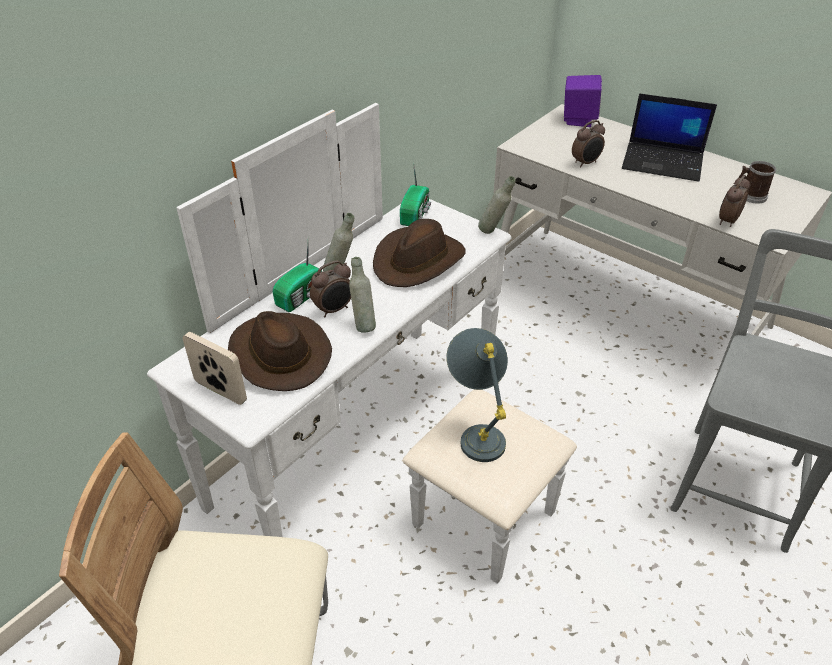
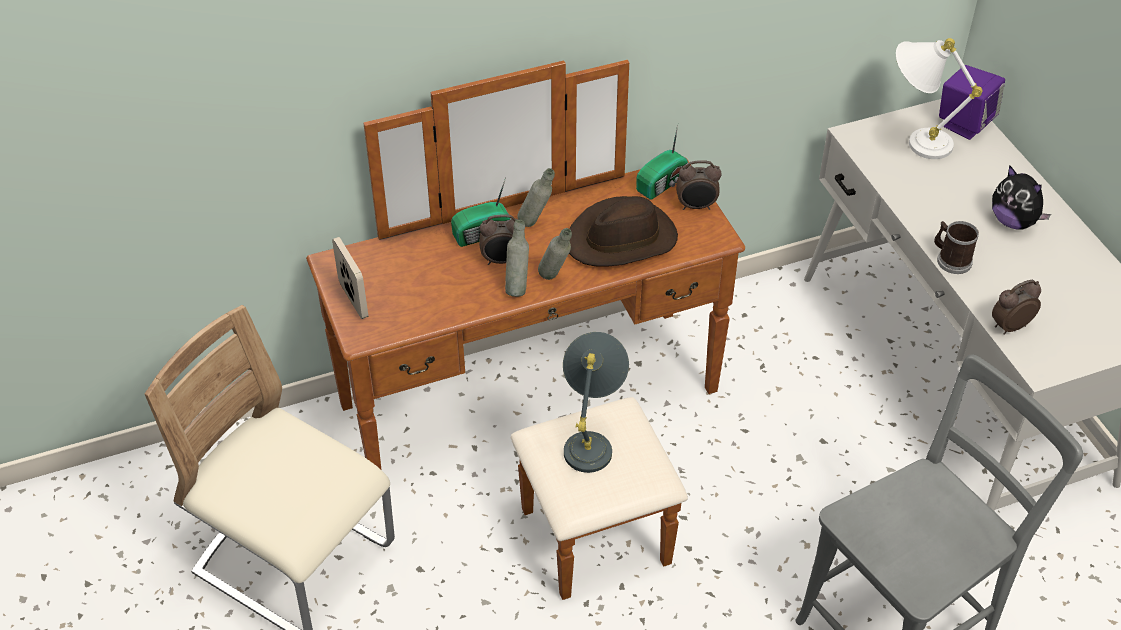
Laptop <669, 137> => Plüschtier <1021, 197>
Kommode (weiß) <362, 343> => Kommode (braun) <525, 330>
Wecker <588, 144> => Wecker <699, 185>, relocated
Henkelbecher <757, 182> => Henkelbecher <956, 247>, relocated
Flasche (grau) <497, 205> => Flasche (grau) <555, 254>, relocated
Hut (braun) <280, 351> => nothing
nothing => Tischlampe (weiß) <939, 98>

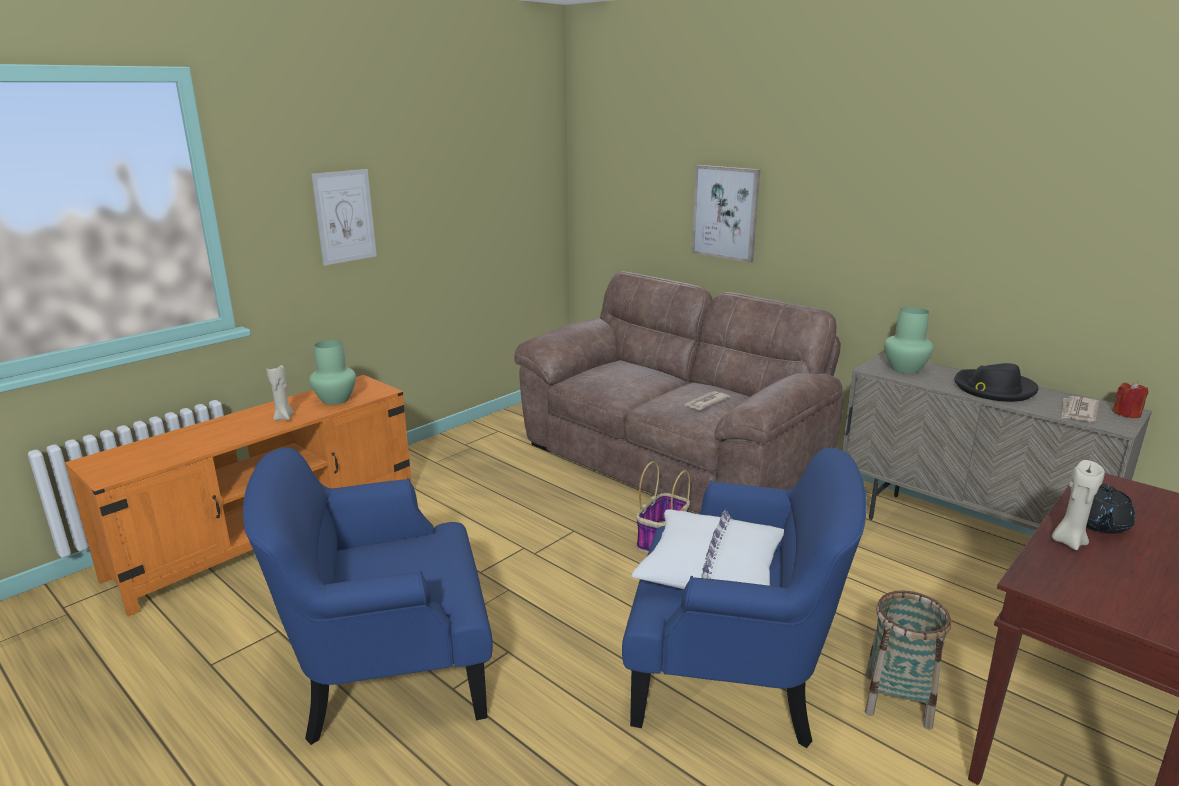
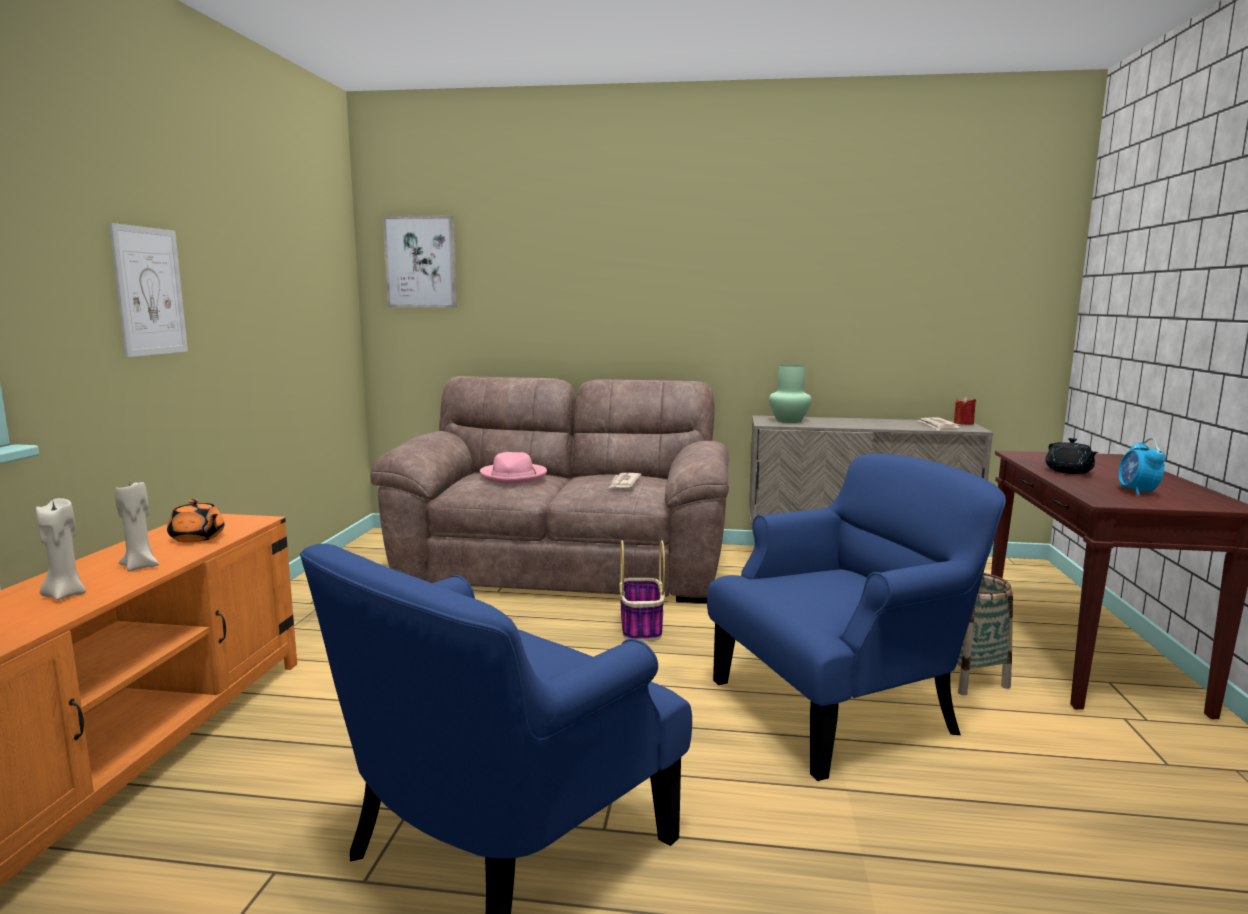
Bild <726, 214> => Bild <420, 261>, relocated
Vase (grün) <332, 372> => Teekanne (orange) <196, 520>
Hut (schwarz) <996, 382> => nothing
Kerze (beige) <1078, 505> => Kerze (beige) <61, 549>, relocated
Kissen (weiß) <707, 549> => nothing
nothing => Wecker <1141, 467>
nothing => Hut (rosa) <513, 468>

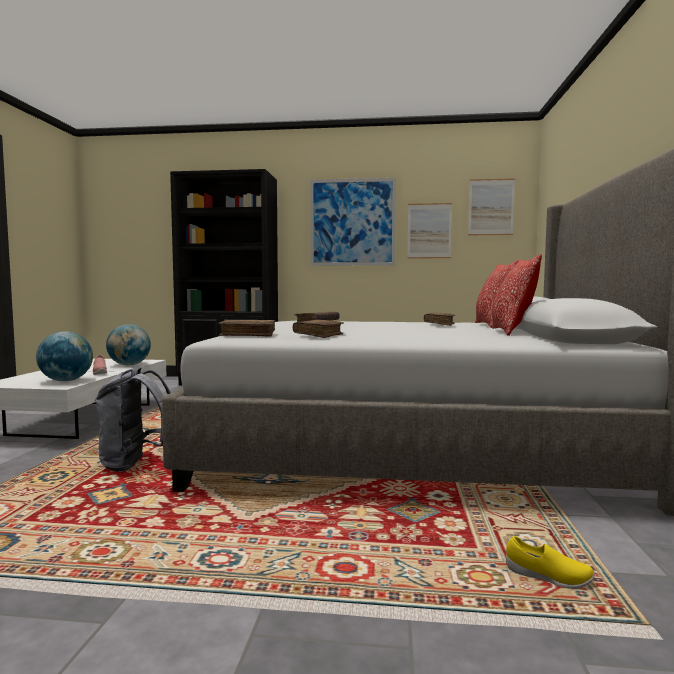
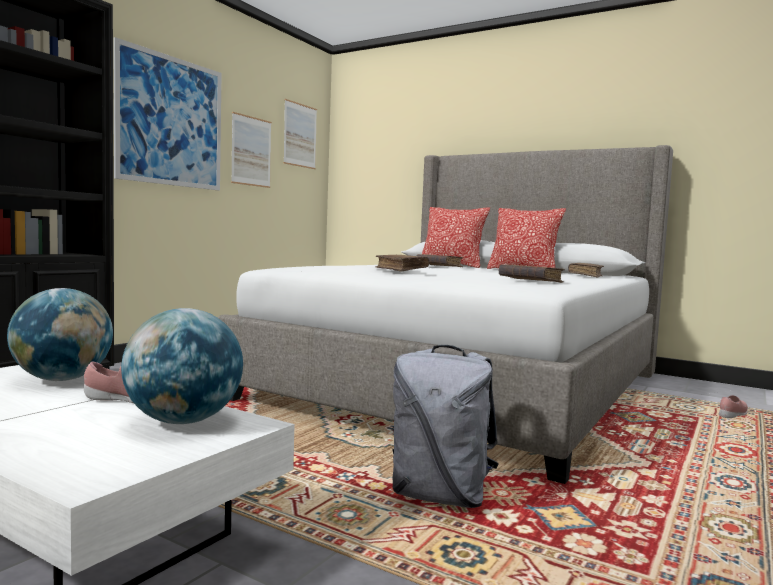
Buch (braun) <247, 328> => Buch (braun) <586, 270>, relocated
Schuh (gelb) <550, 562> => Schuh (rosa) <733, 406>

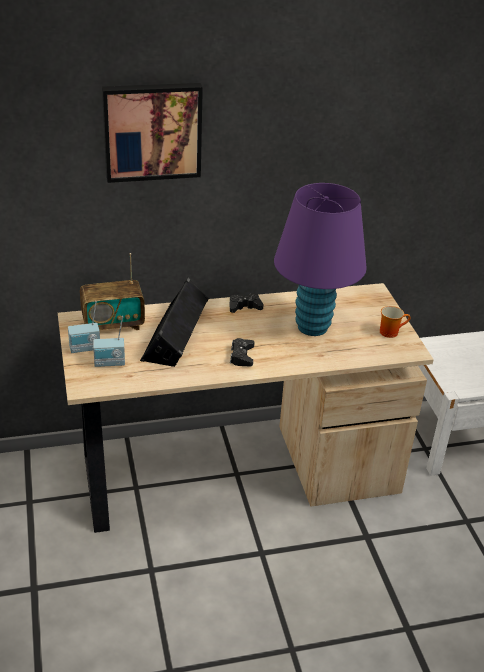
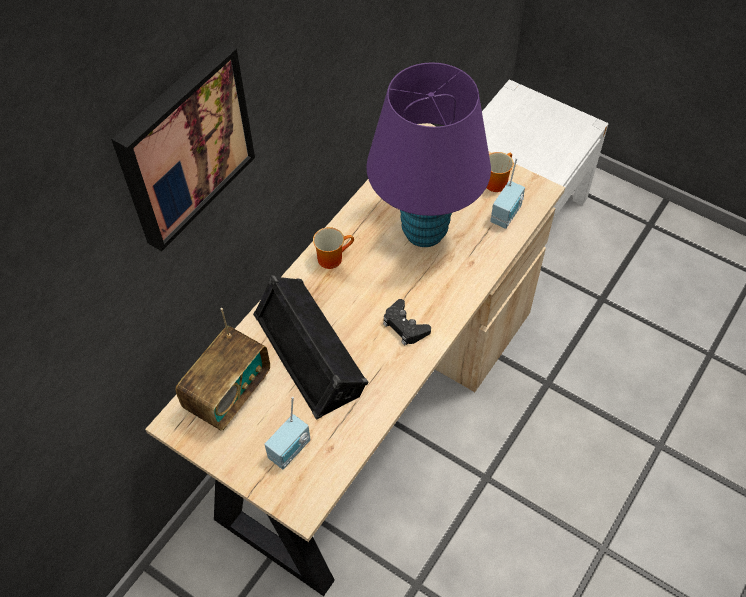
Gamepad (schwarz) <246, 303> => Henkelbecher <333, 248>
Radio <84, 327> => Radio <507, 193>, relocated

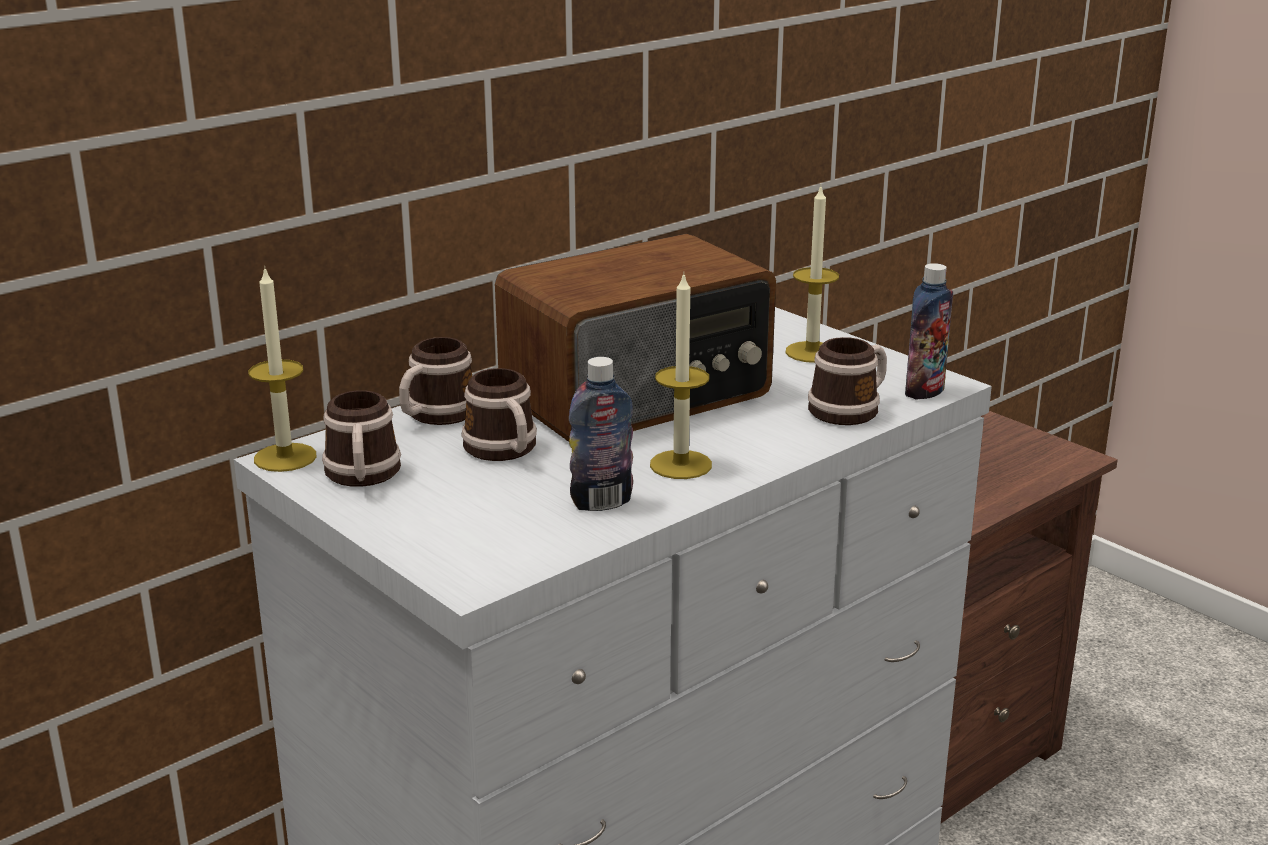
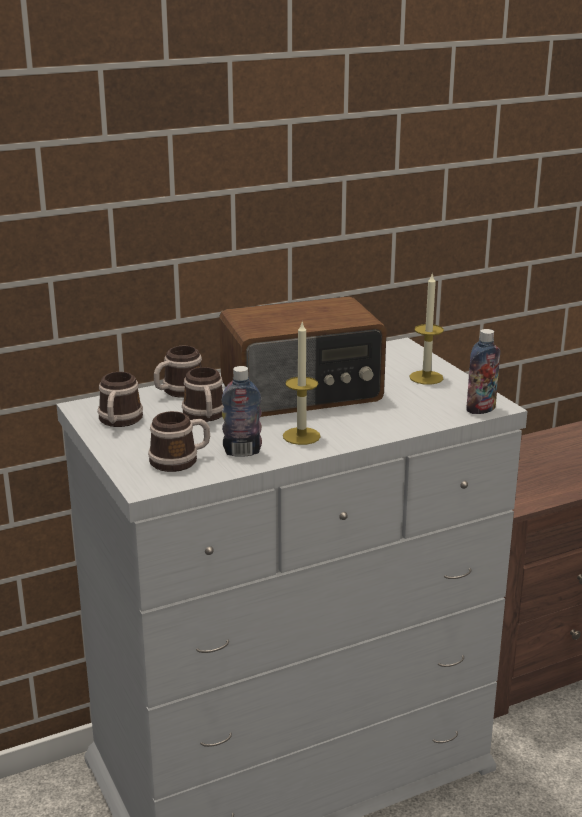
Kerze <283, 369> => nothing
Henkelbecher <847, 381> => Henkelbecher <179, 441>, relocated

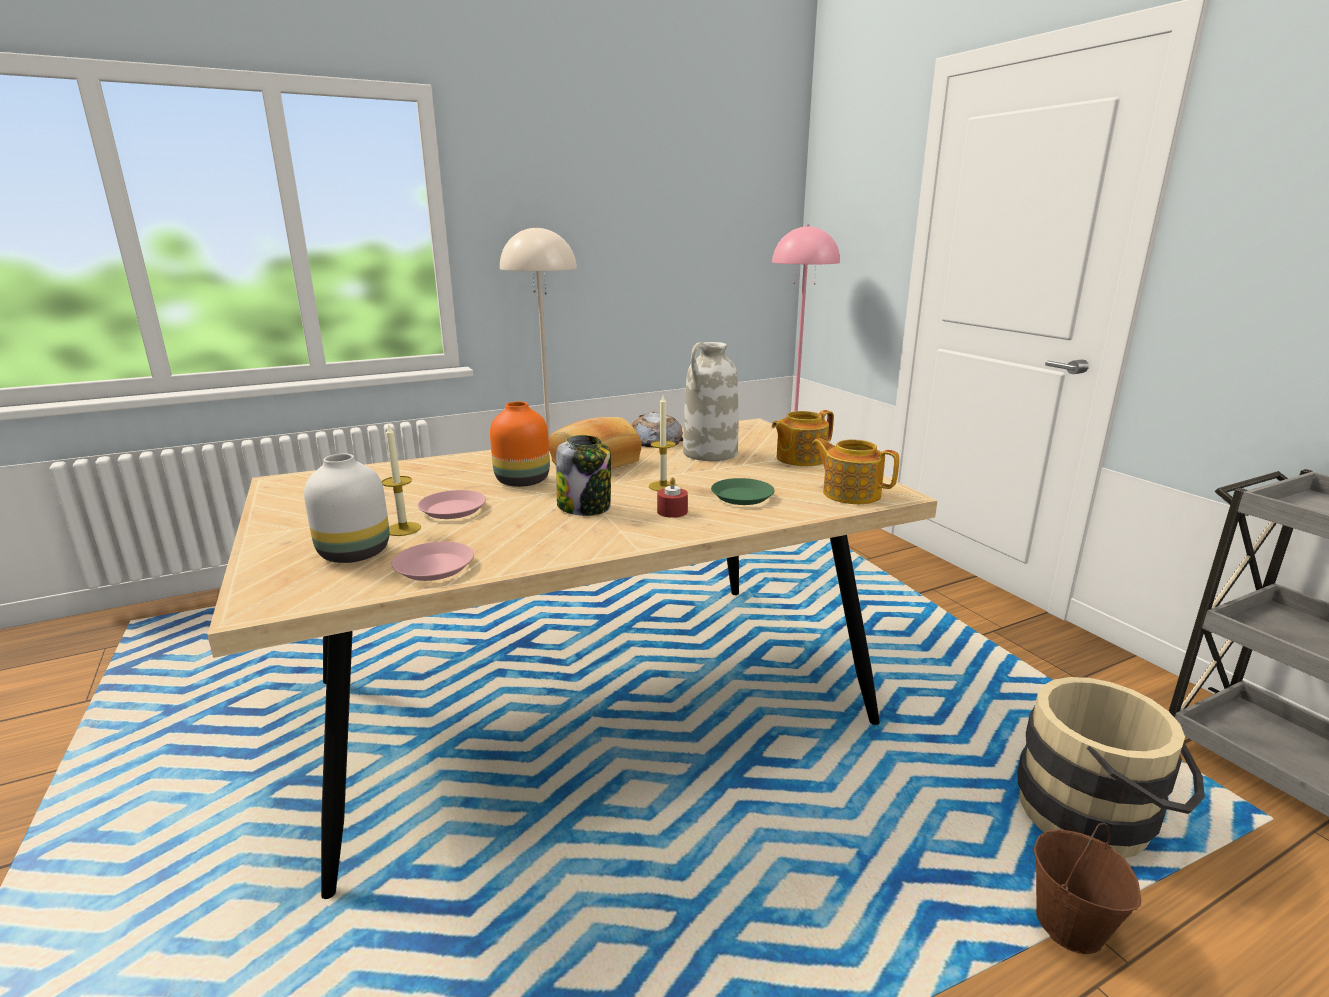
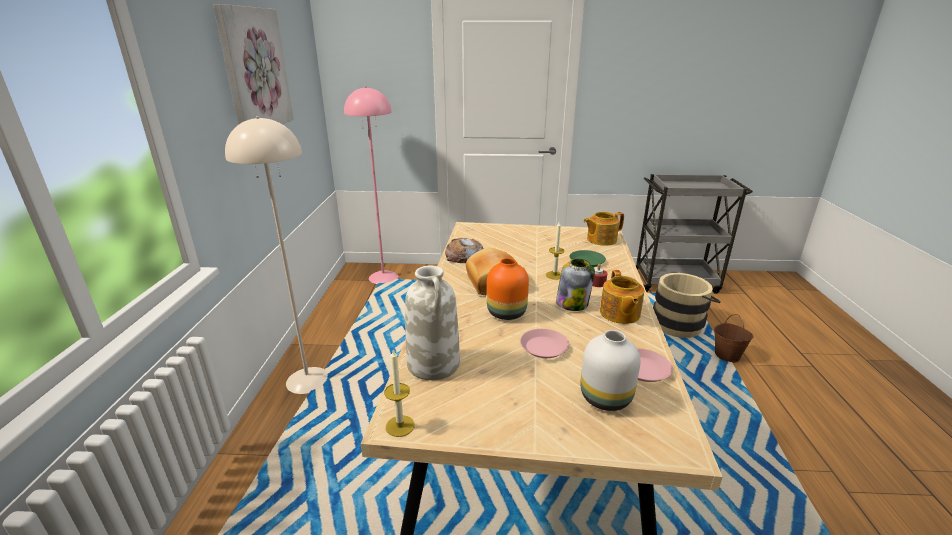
Vase (weiß) <710, 401> => Vase (weiß) <432, 323>, relocated
Teekanne <803, 438> => Teekanne <622, 297>, relocated
Kerze <401, 480> => Kerze <399, 393>, relocated
nothing => Bild <253, 64>

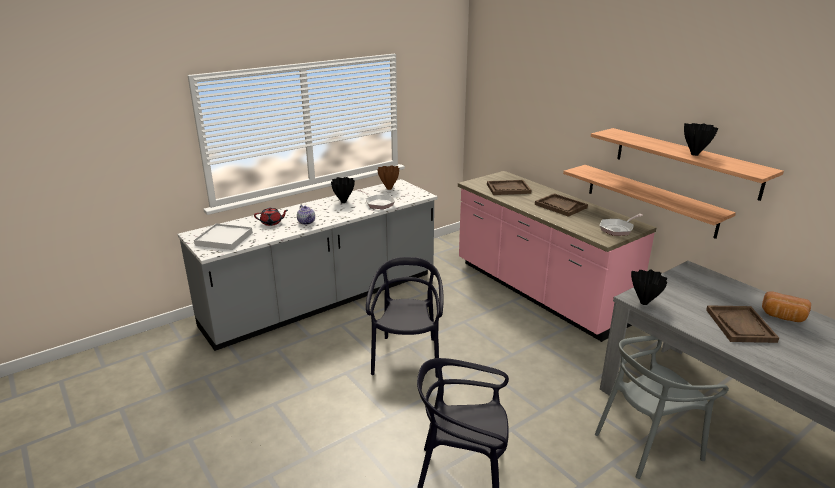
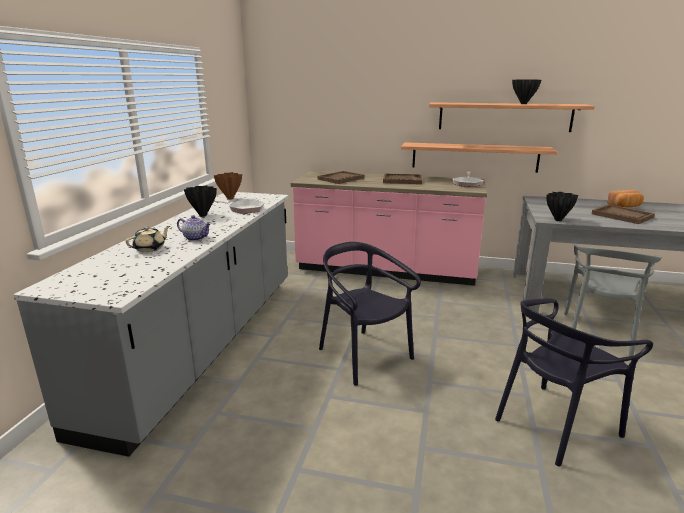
Teekanne (rot) <271, 216> => Teekanne (beige) <147, 239>
Tablett (weiß) <223, 237> => nothing

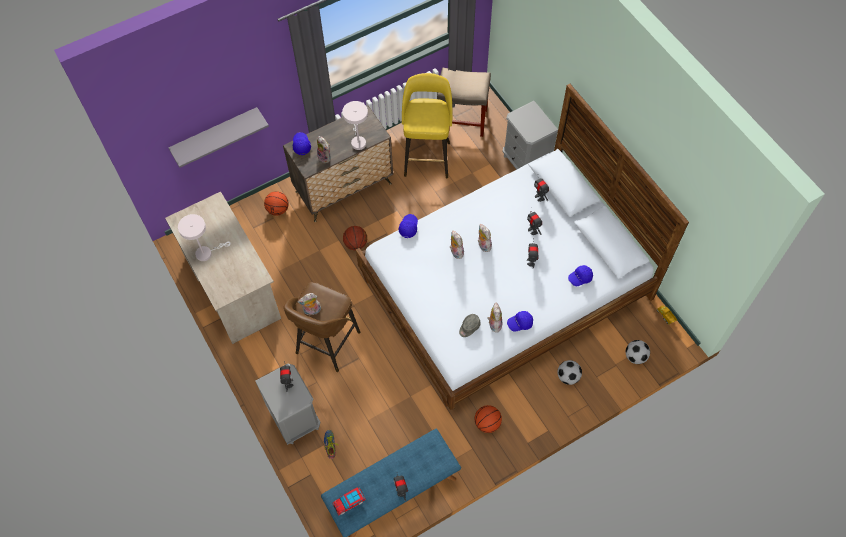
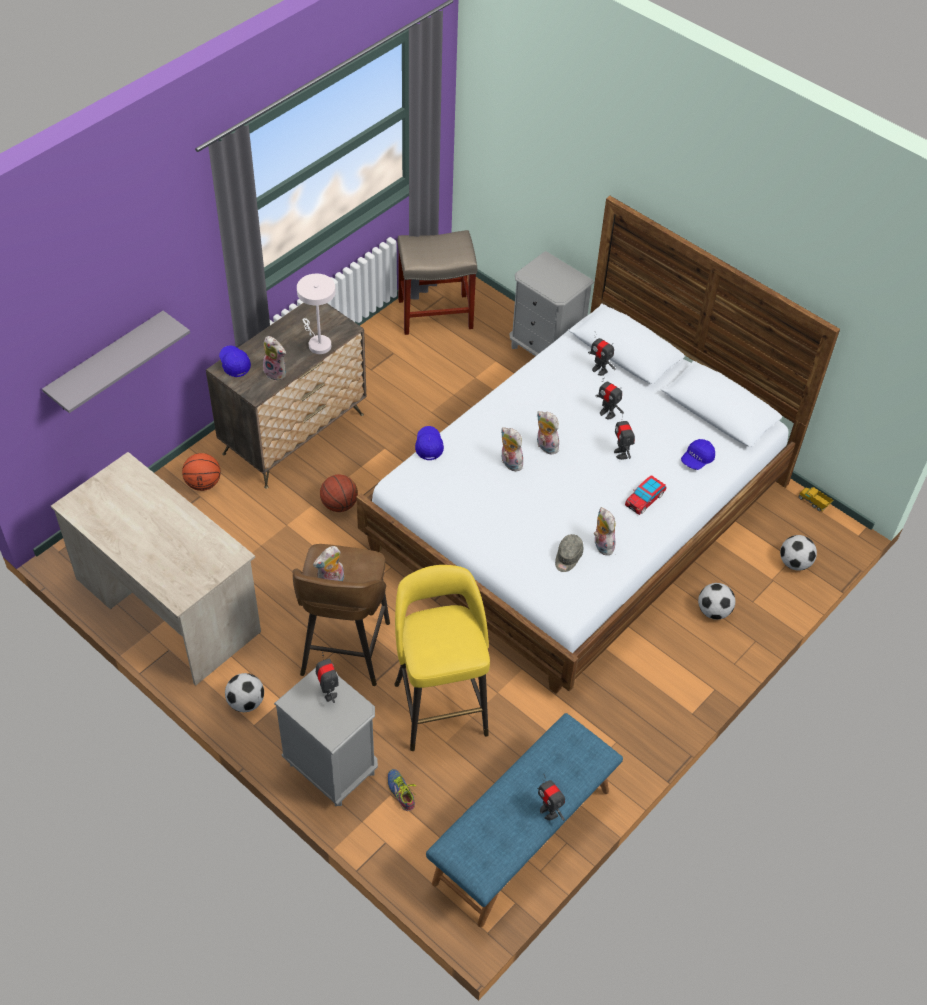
Hocker (gelb) <427, 125> => Hocker (gelb) <442, 658>, relocated
Tischlampe (weiß) <204, 237> => nothing
Kappe (blau) <520, 321> => nothing
Basketball <488, 419> => nothing
Spielzeugauto <349, 501> => Spielzeugauto <645, 495>, relocated
nothing => Fußball <244, 692>

